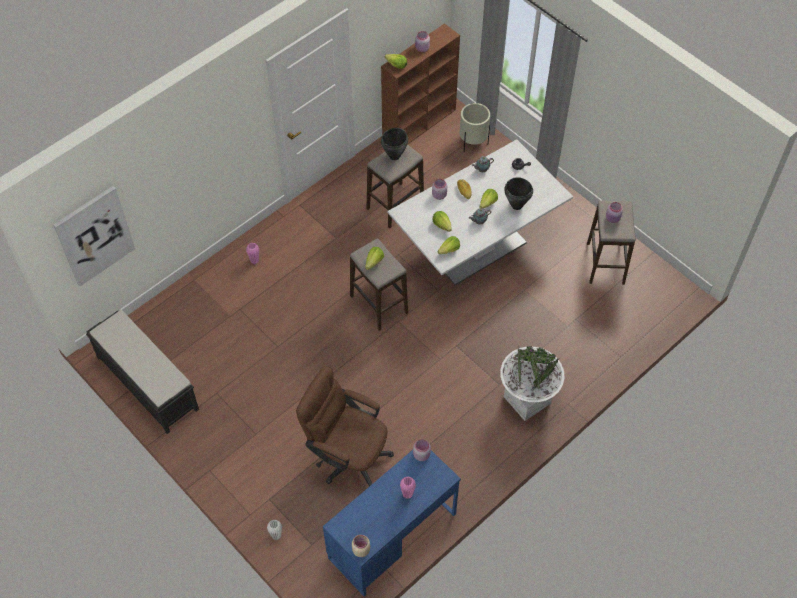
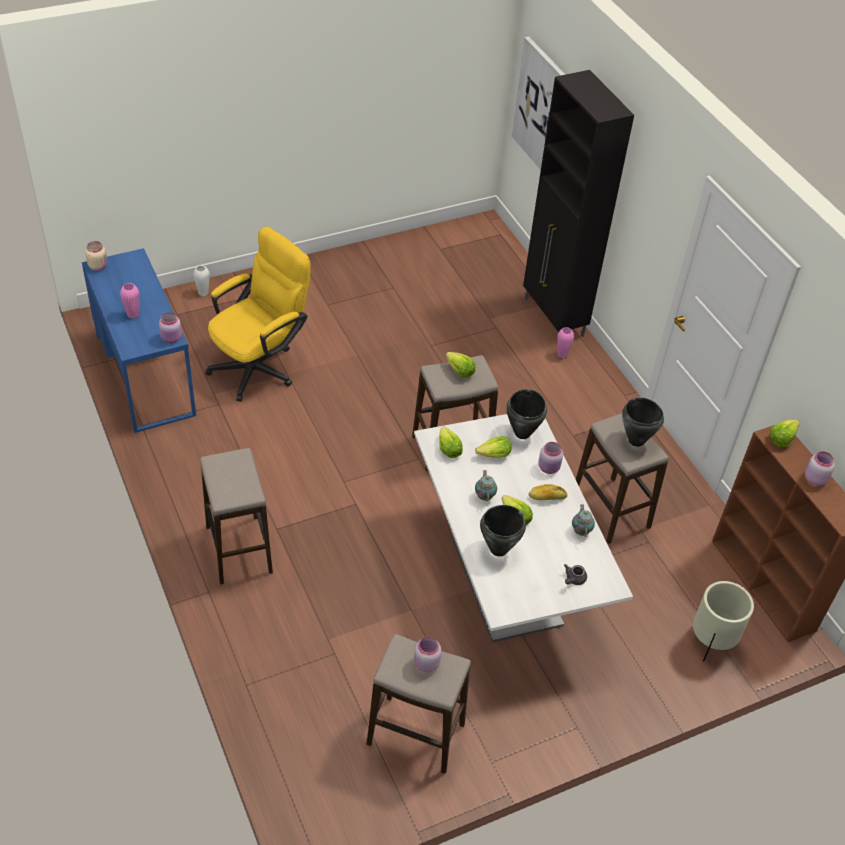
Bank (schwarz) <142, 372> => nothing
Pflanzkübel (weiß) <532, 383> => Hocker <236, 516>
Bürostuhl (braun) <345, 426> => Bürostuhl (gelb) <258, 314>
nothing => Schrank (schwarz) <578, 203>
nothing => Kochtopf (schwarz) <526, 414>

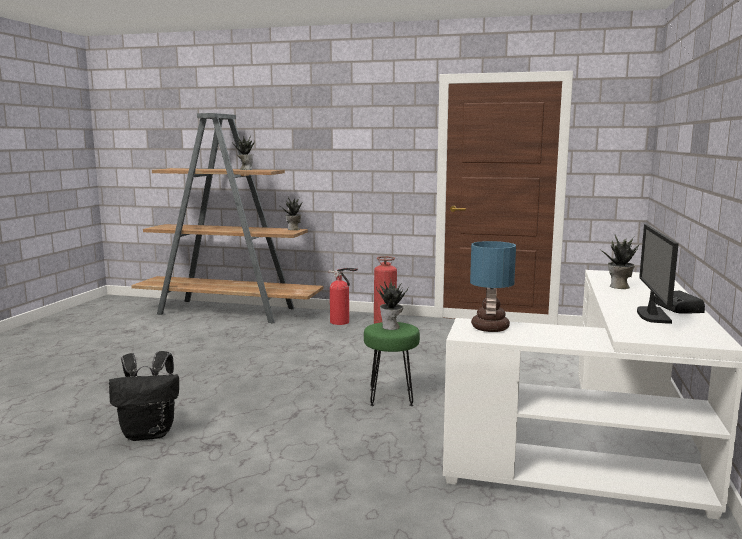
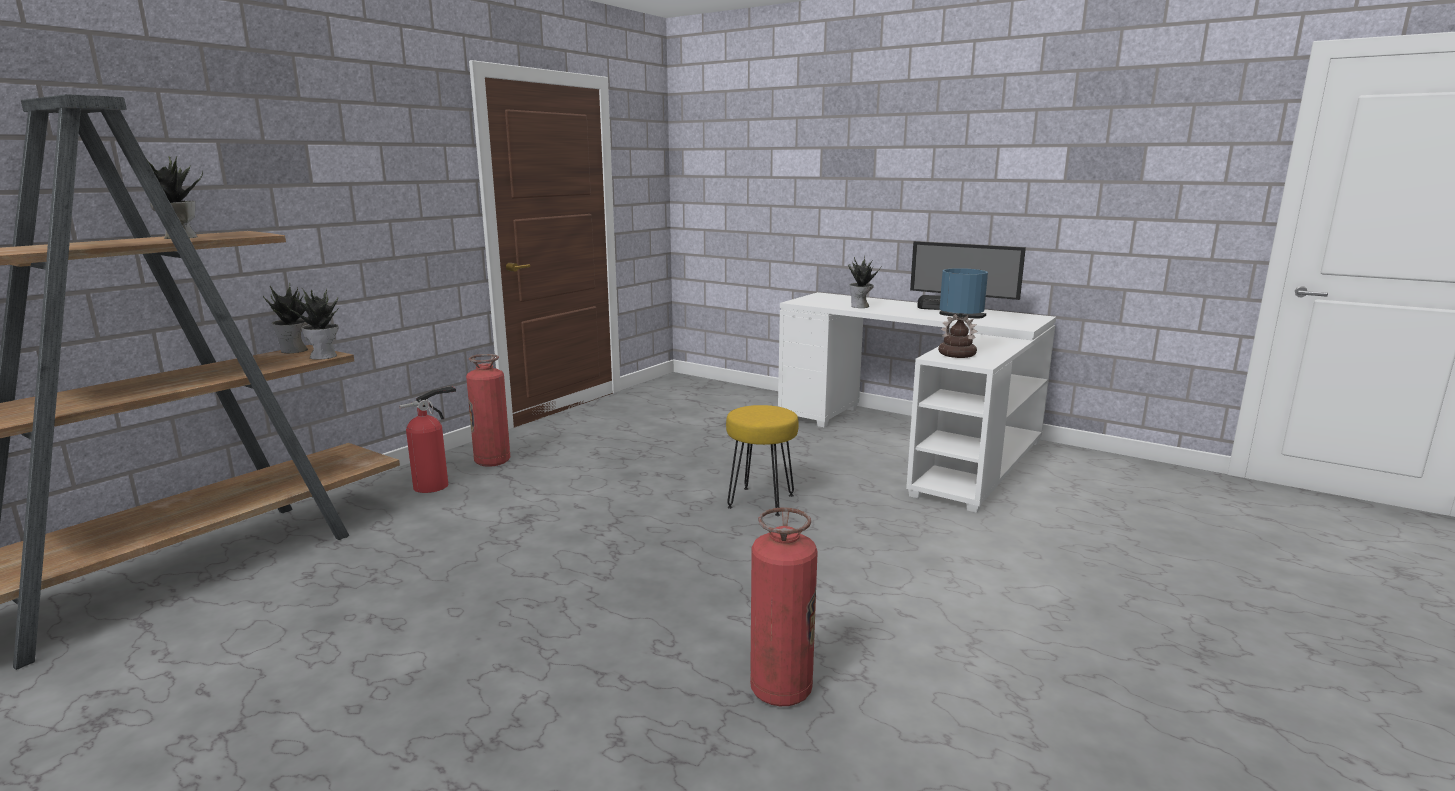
Topfpflanze <392, 304> => Topfpflanze <312, 324>, relocated
Hocker (grün) <392, 364> => Hocker (gelb) <762, 460>
Rucksack (schwarz) <144, 396> => Feuerlöscher <784, 606>

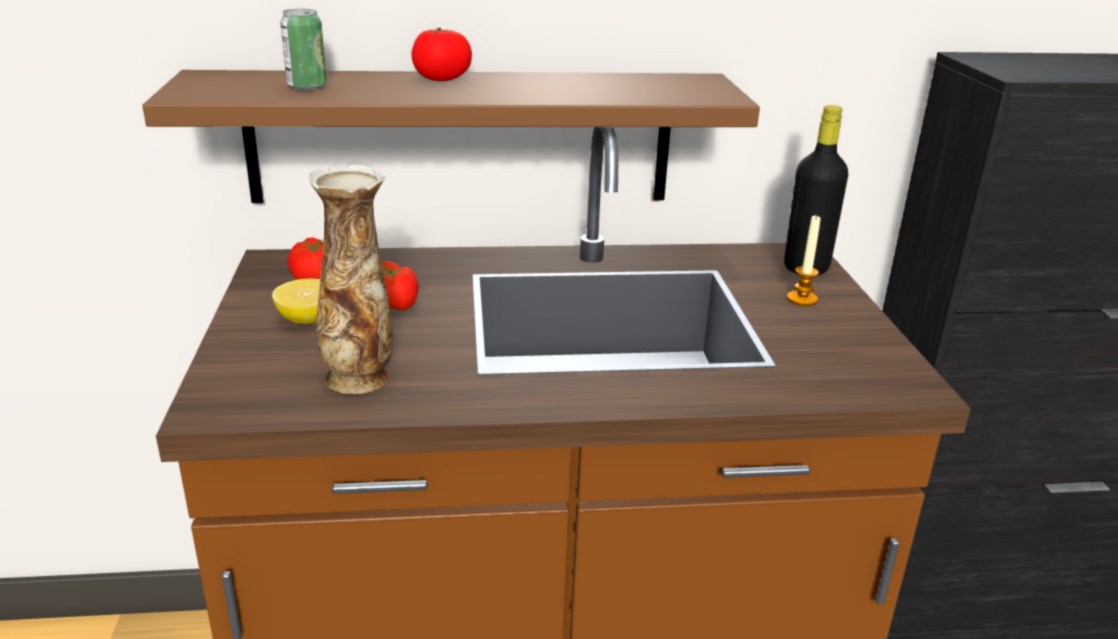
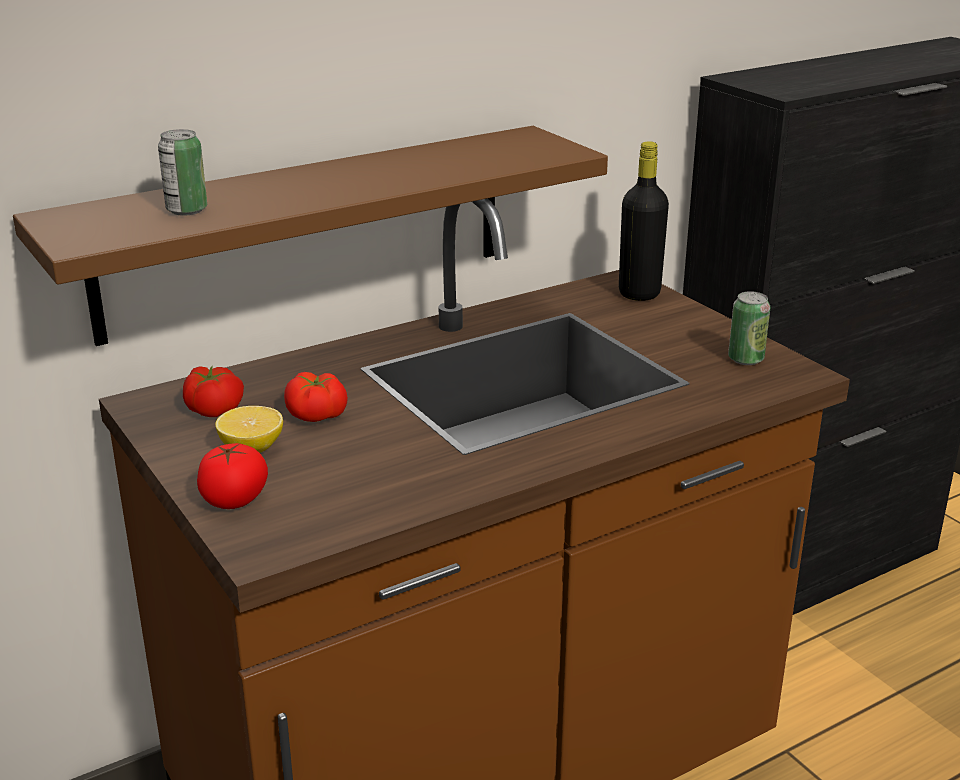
Tomate <442, 54> => Tomate <232, 476>, relocated
Vase <351, 279> => nothing
Kerze <804, 260> => nothing
nothing => Dose <749, 328>

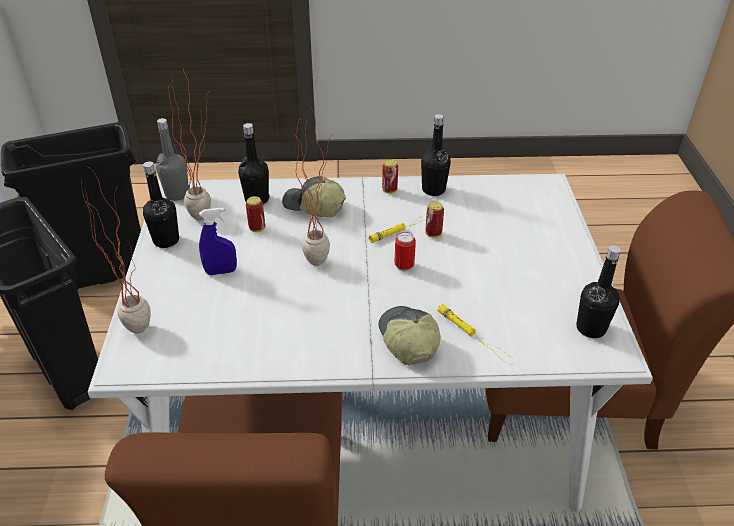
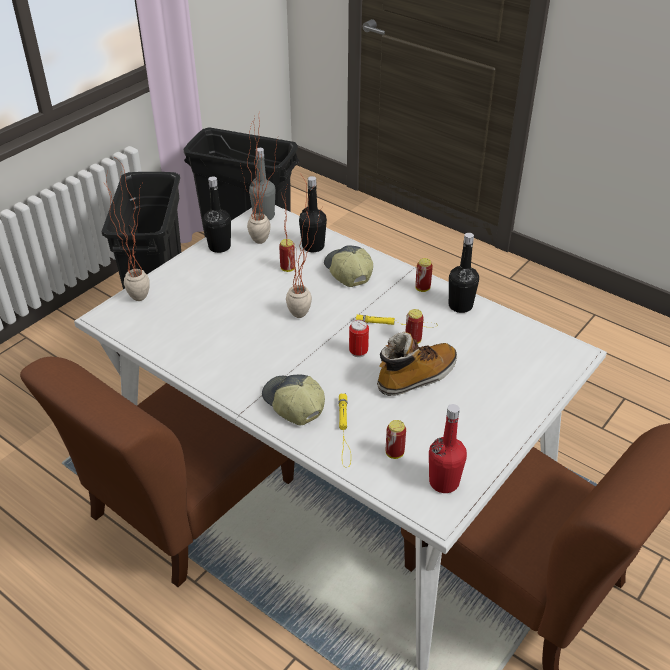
Sprühflasche (blau) <218, 241> => nothing
Flasche (schwarz) <598, 291> => Flasche (rot) <448, 448>
Kappe <409, 335> => Kappe <293, 400>, 60 degrees counterclockwise
nothing => Stiefel <417, 364>
nothing => Dose <396, 439>

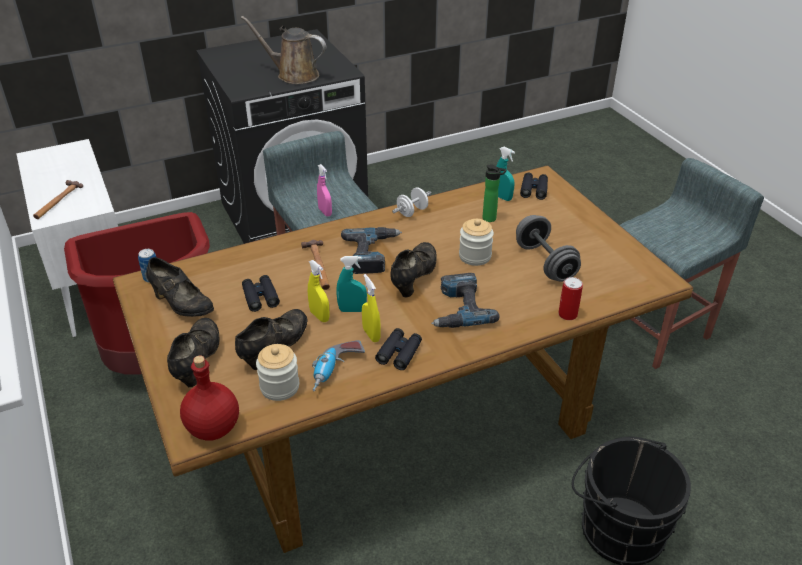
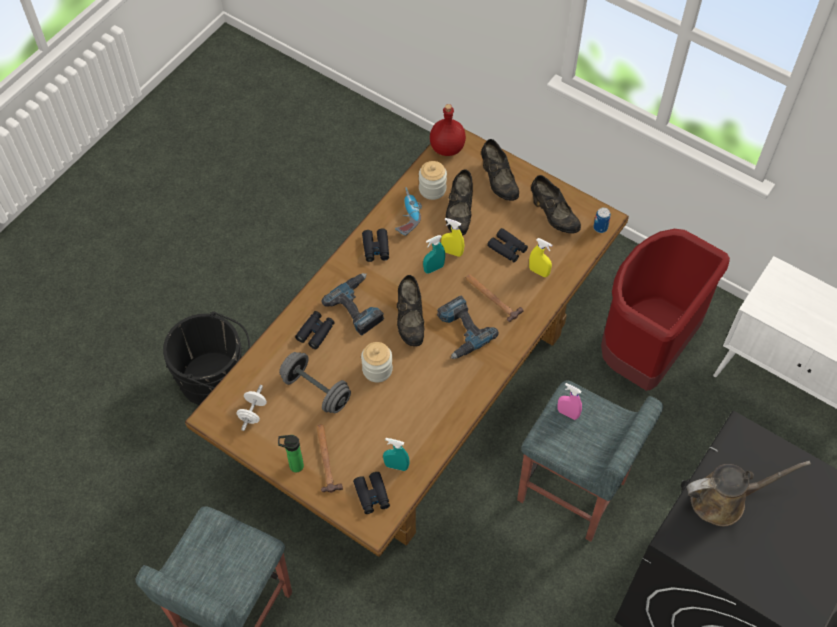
Flasche <495, 193> => Flasche <291, 453>, relocated
Hammer <58, 199> => Hammer <330, 458>, relocated
Hantel (weiß) <411, 202> => Hantel (weiß) <252, 408>, relocated
Schuh (schwarz) <180, 287> => Schuh (schwarz) <556, 204>, 135 degrees counterclockwise
Sprühflasche (gelb) <371, 308> => Sprühflasche (gelb) <540, 257>, relocated
Dose <570, 298> => nothing
nothing => Fernglas (schwarz) <315, 330>

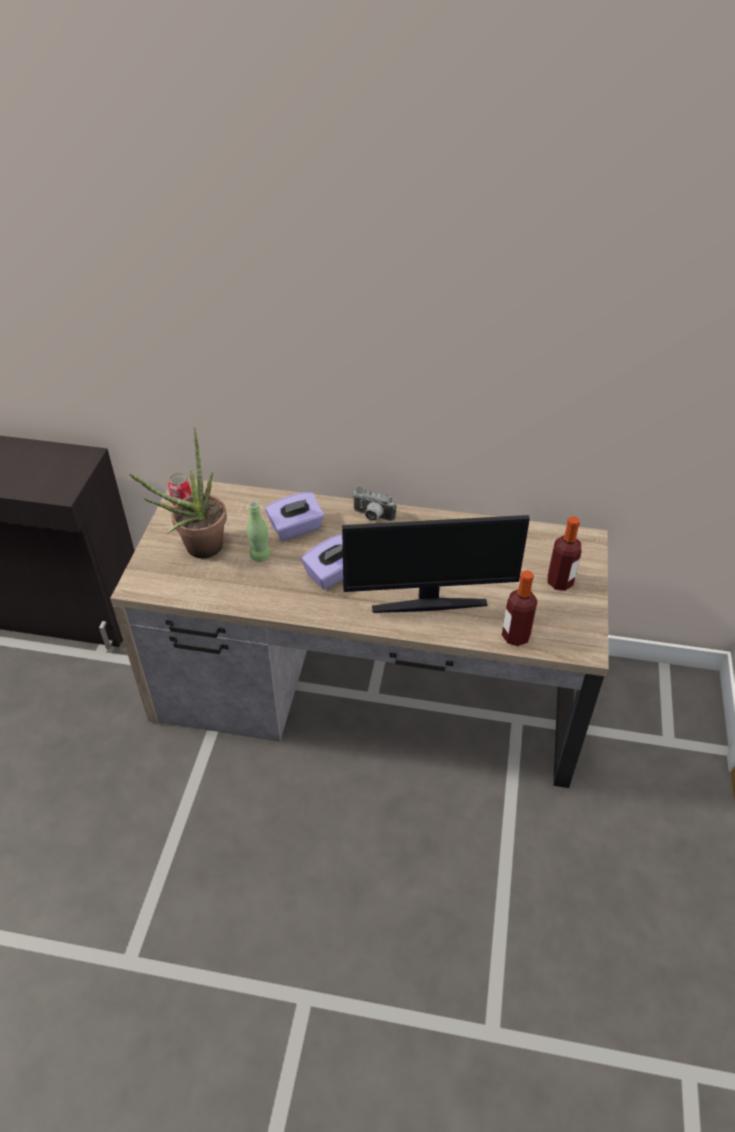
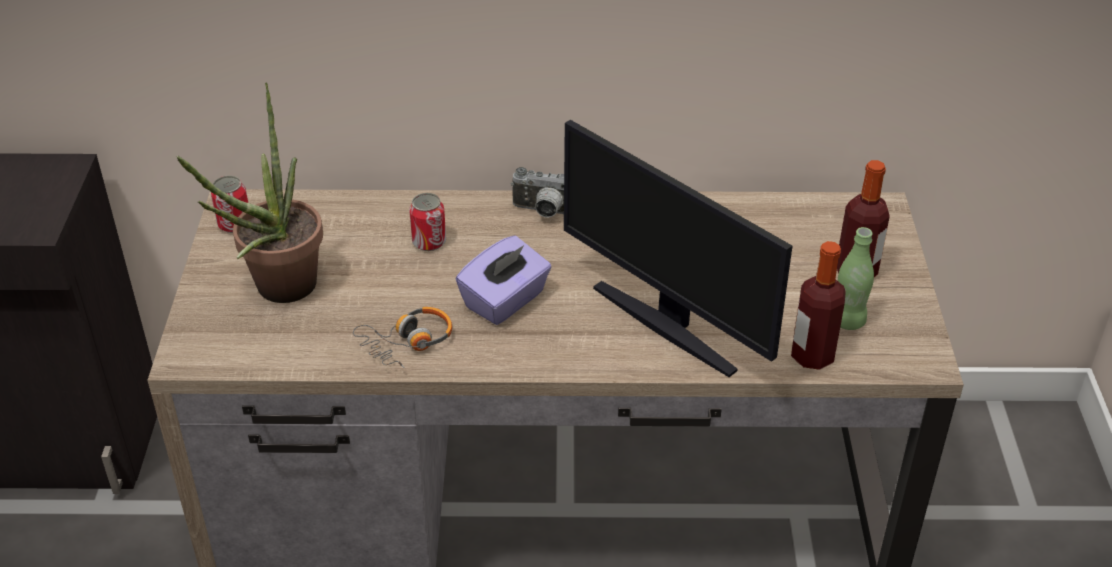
Taschentuchbox (lila) <294, 516> => Dose <427, 222>
Flasche (grün) <258, 532> => Flasche (grün) <856, 278>, relocated
Monitor <436, 564> => Monitor <678, 248>, 60 degrees clockwise
nothing => Kopfhörer <402, 337>

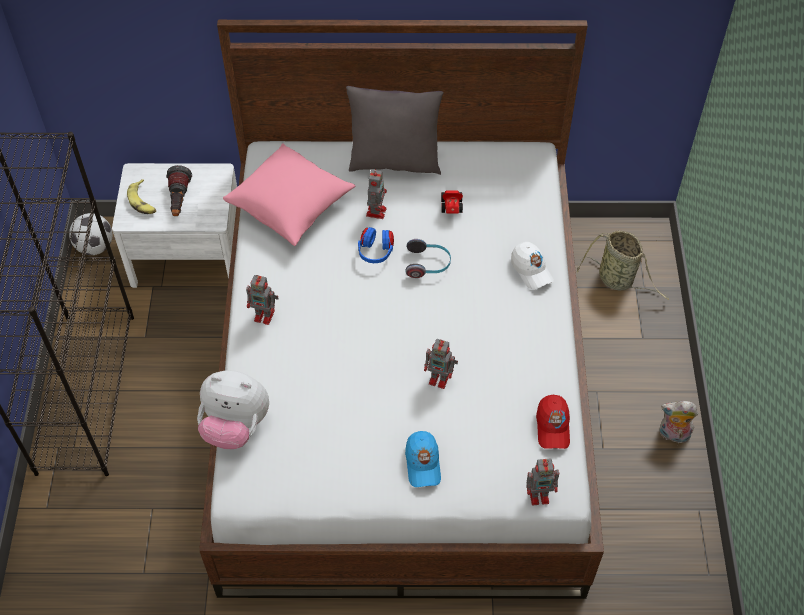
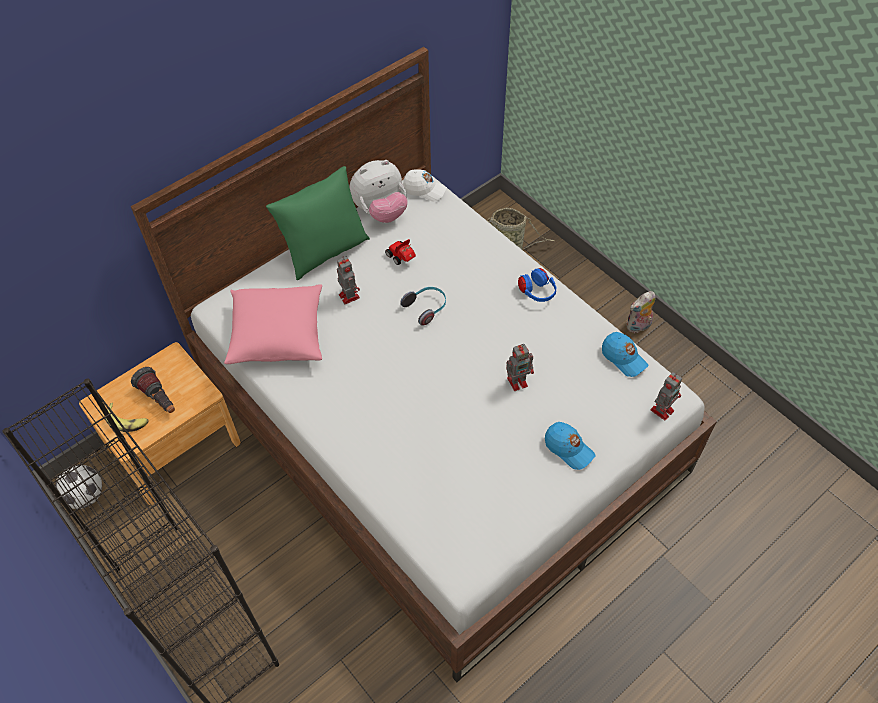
Kissen (grau) <395, 130> => Kissen (grün) <318, 223>
Nachttisch (weiß) <174, 225> => Nachttisch (braun) <160, 423>
Kopfhörer (blau) <376, 245> => Kopfhörer (blau) <537, 285>, relocated
Kappe (weiß) <532, 265> => Kappe (weiß) <425, 185>, relocated
Spielzeugroboter <262, 300> => nothing
Plüschtier <233, 409> => Plüschtier <378, 191>, relocated
Kappe (rot) <553, 422> => Kappe (blau) <625, 354>

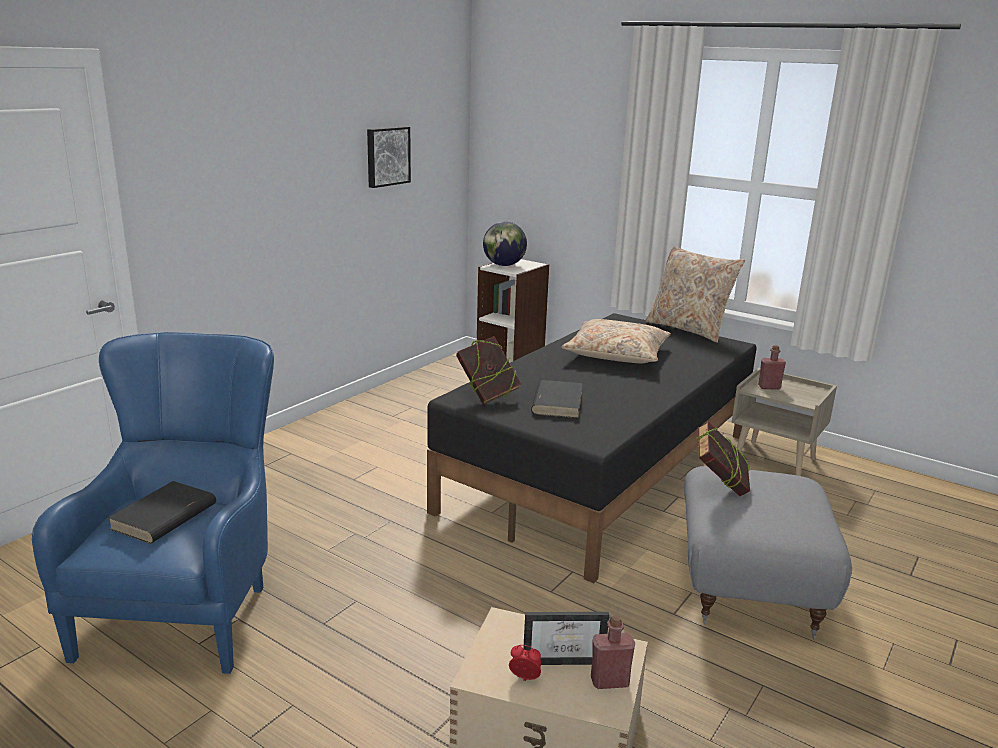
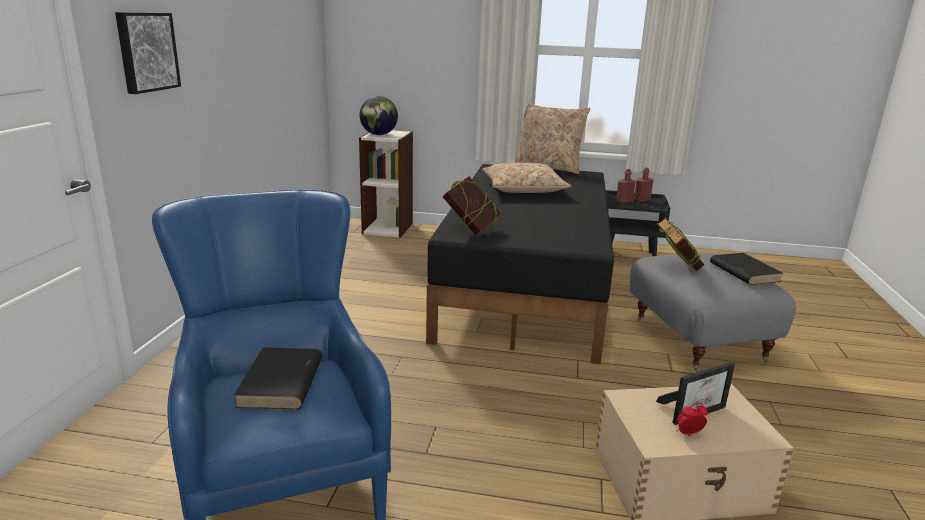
Bild <389, 157> => Bild <148, 53>, relocated
Nachttisch (beige) <784, 422> => Nachttisch (schwarz) <638, 223>
Buch (schwarz) <557, 399> => Buch (schwarz) <747, 269>, relocated
Flasche (rot) <613, 652> => Flasche (rot) <643, 185>, relocated

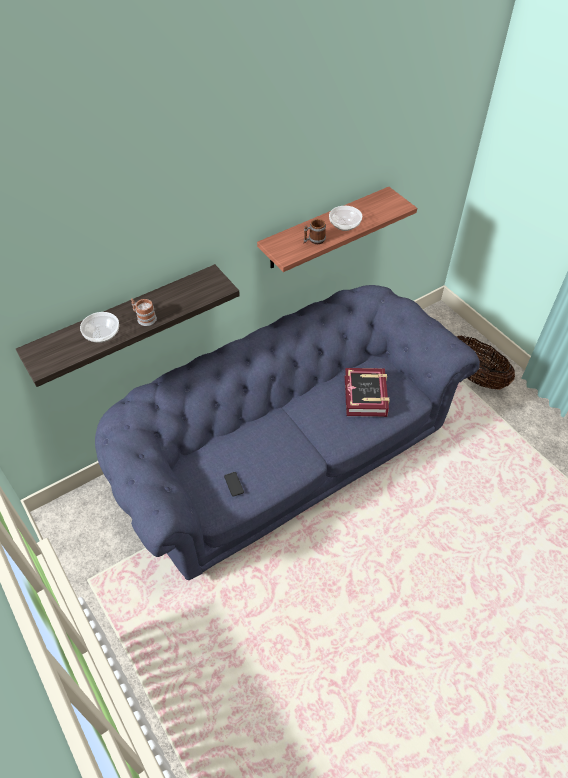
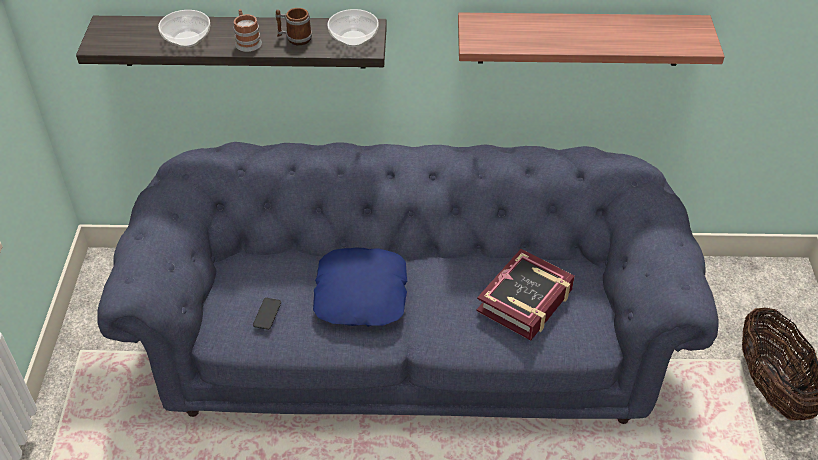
Schüssel <345, 218> => Schüssel <353, 28>, relocated
Henkelbecher <314, 231> => Henkelbecher <293, 26>, relocated
nothing => Kissen (blau) <360, 287>

